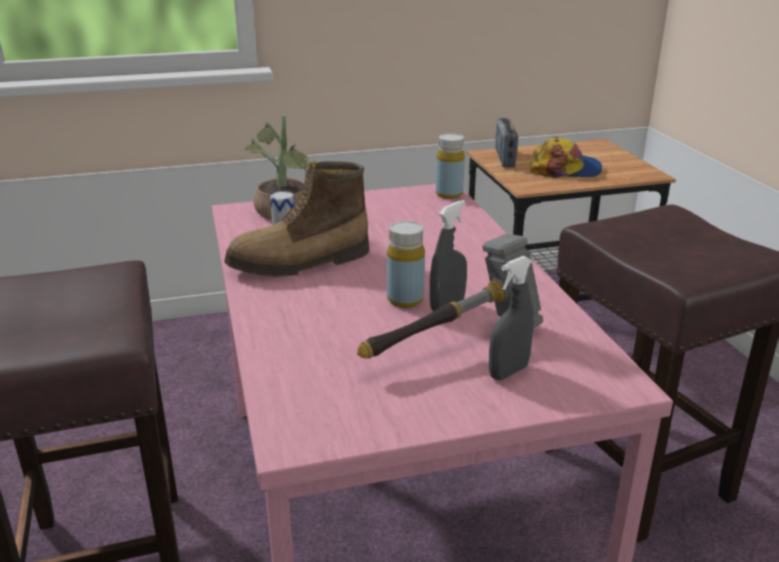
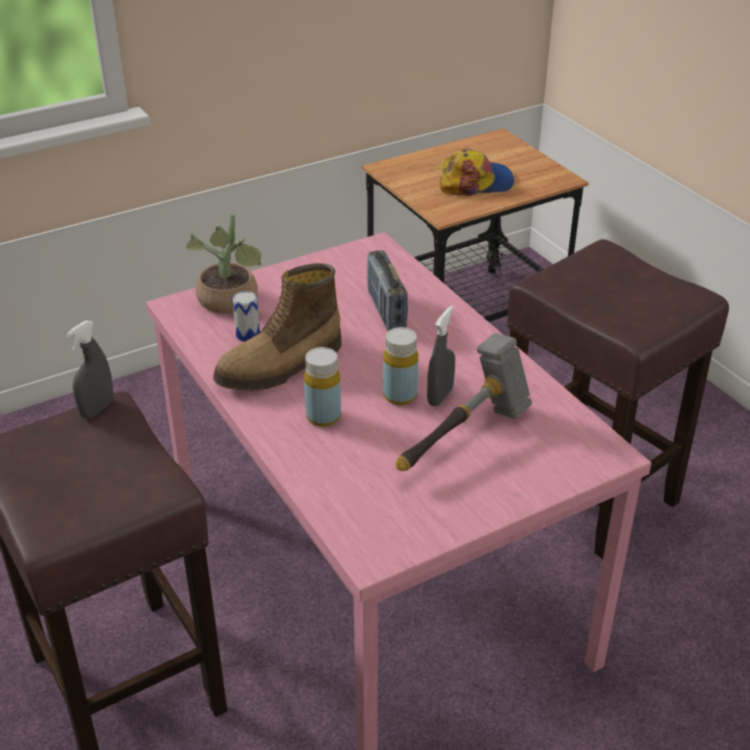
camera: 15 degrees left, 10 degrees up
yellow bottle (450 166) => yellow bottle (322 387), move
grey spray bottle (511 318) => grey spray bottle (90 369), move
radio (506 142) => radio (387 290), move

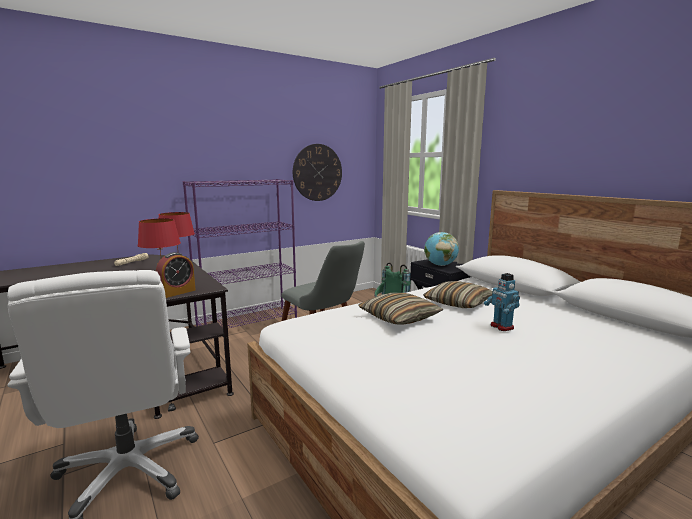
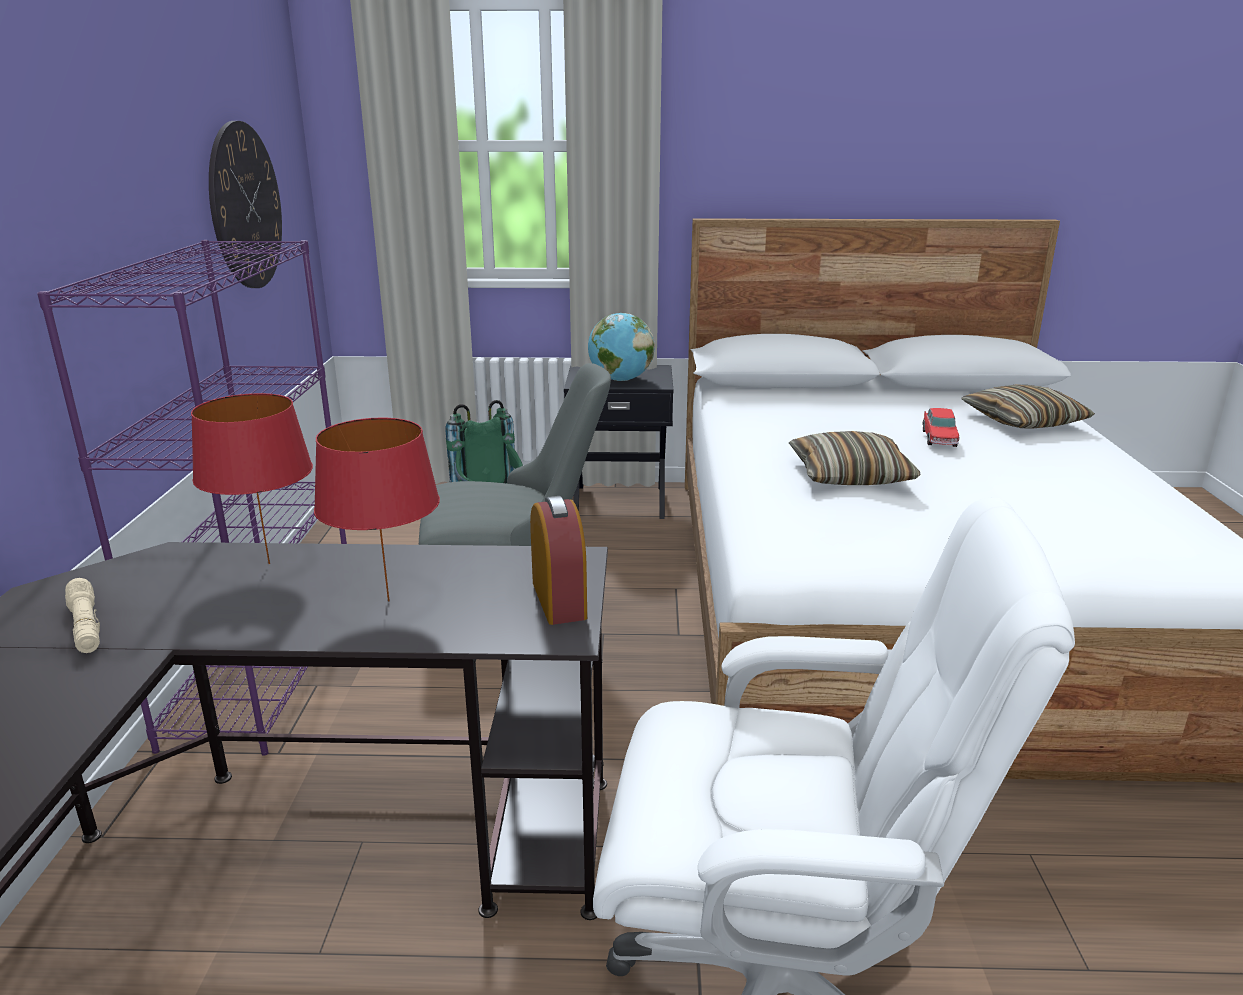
camera: 55 degrees left, 10 degrees up
pillow (458 294) => pillow (1028 406), move
toy robot (502 302) => toy car (940 427)

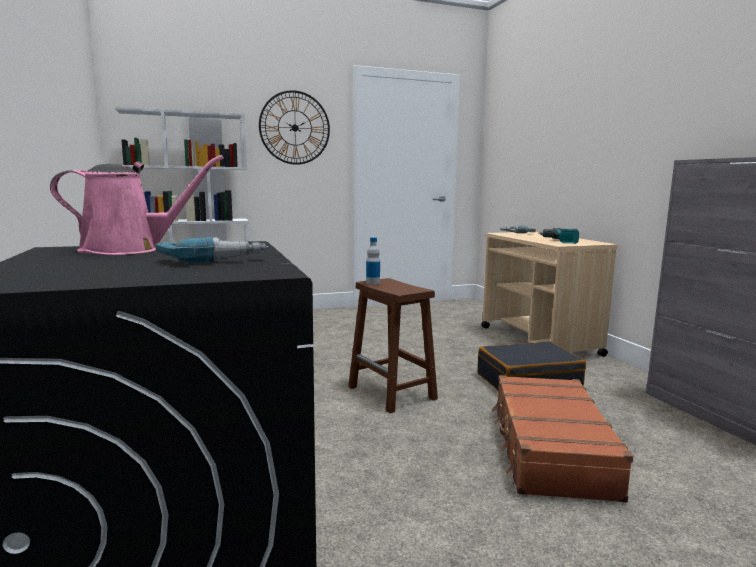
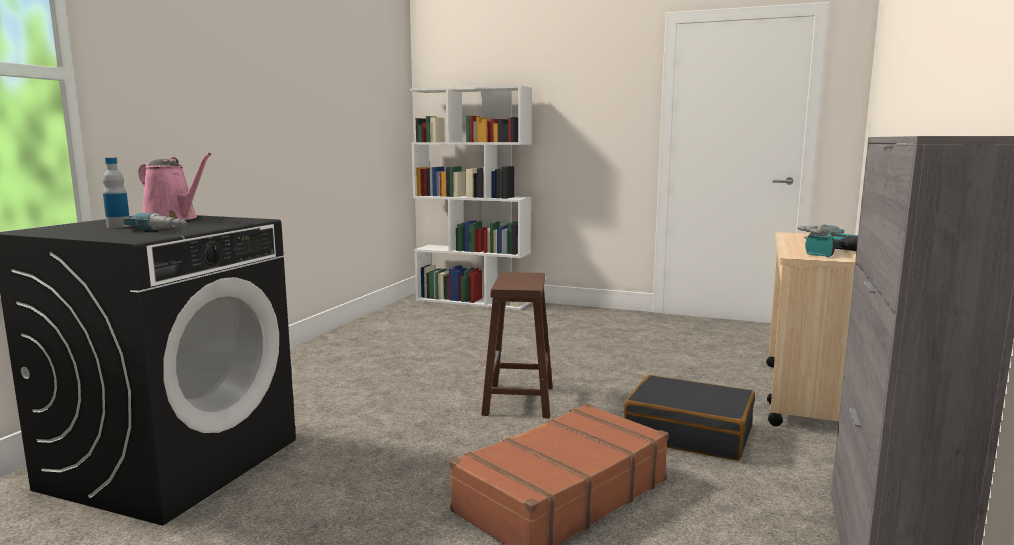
camera: 40 degrees right, 0 degrees up
wall clock (294 127) => nothing
bottle (373 261) => bottle (116 192), move

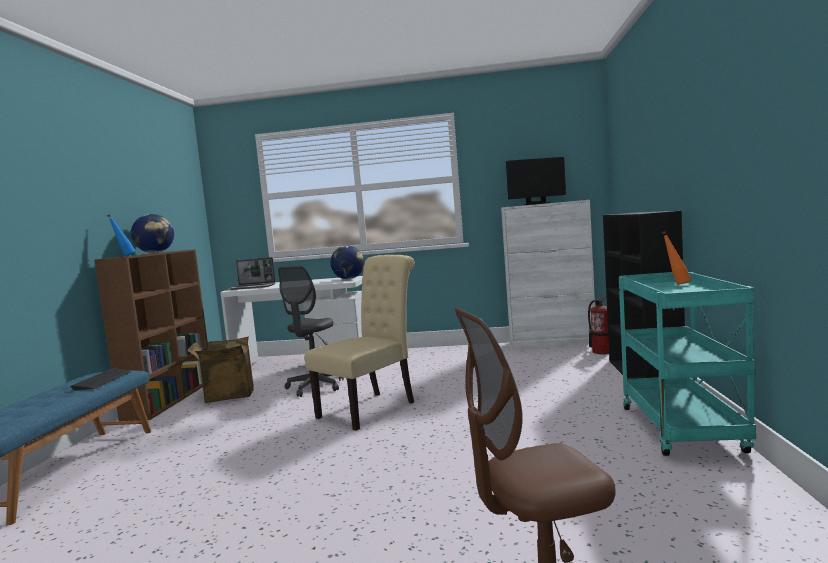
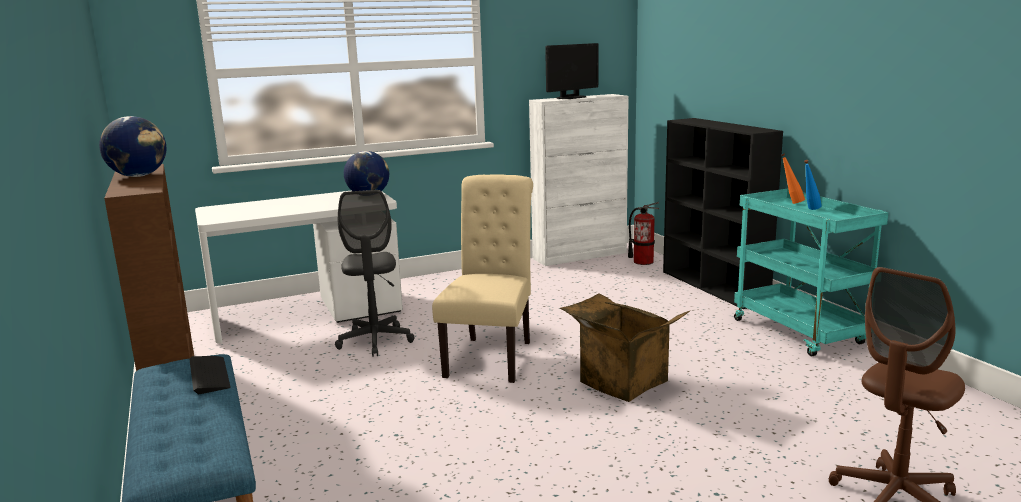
camera: 30 degrees left, 10 degrees up
laptop (252 273) => nothing
blue bottle (121 235) => blue bottle (813 185), move
cardboard box (220 369) => cardboard box (625 347), move

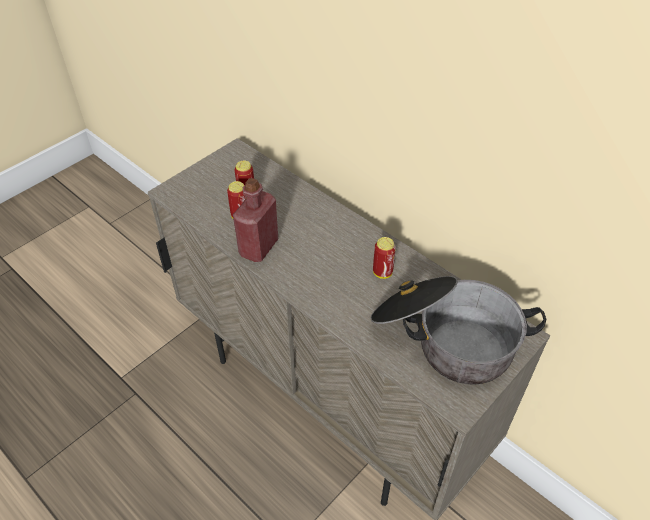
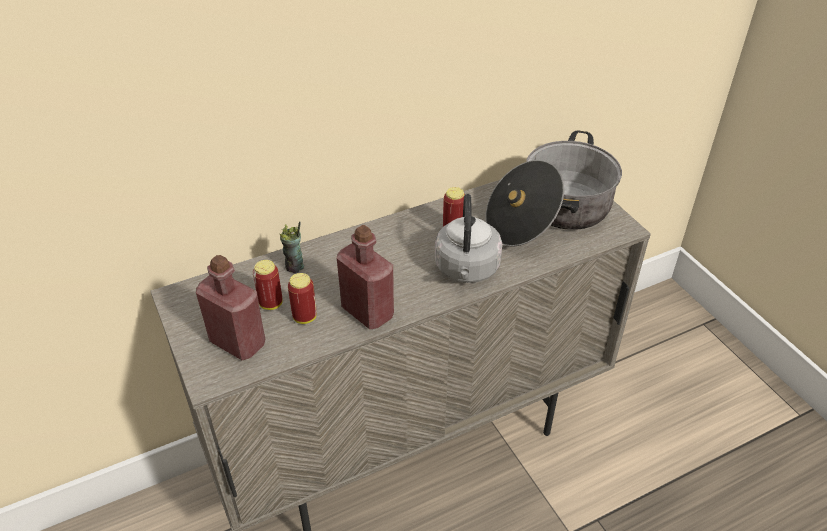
camera: 70 degrees left, 5 degrees down
nothing => red bottle (230 307)
nothing => cup (292 247)
nothing => grey kettle (469 238)

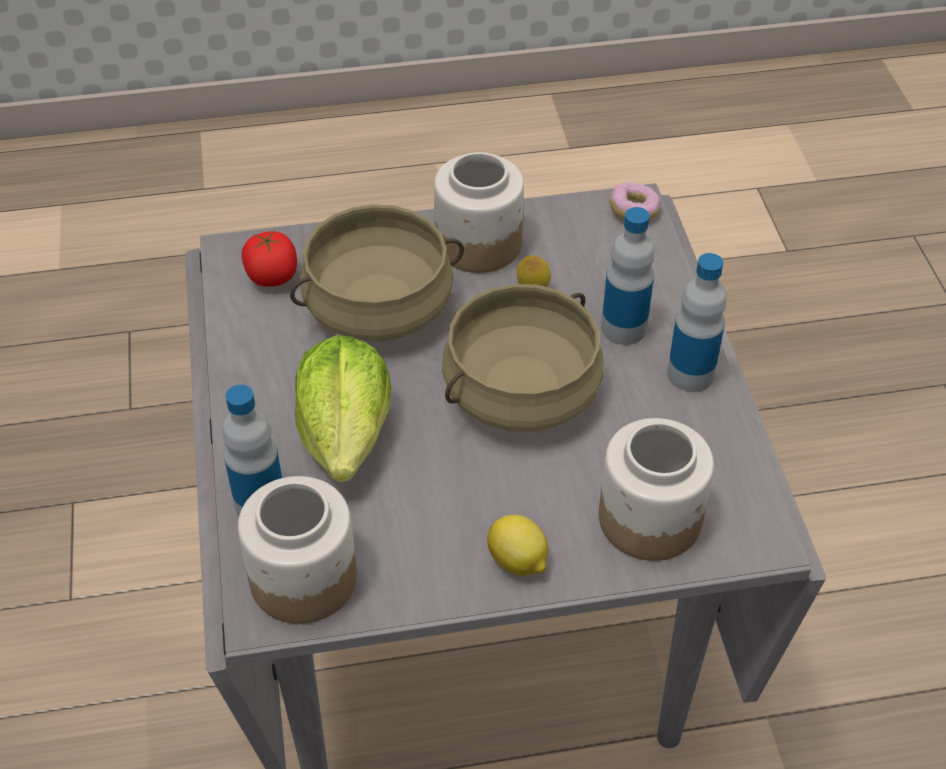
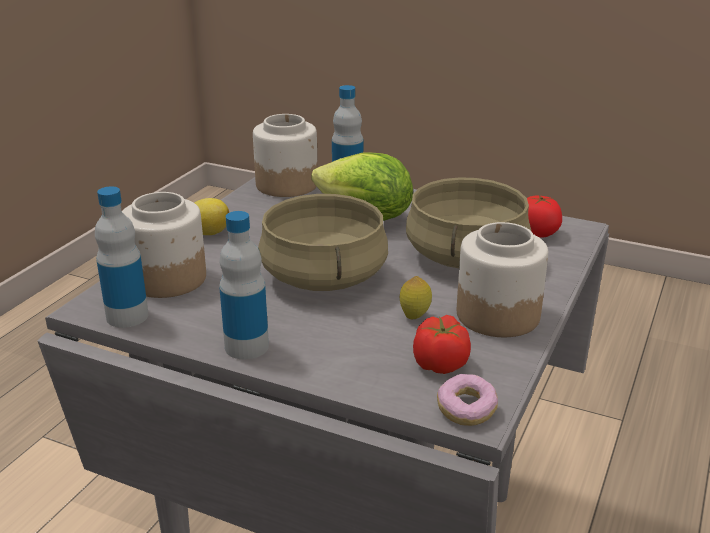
camera: 125 degrees right, 20 degrees down
nothing => tomato (442 344)
bottle (628 276) => bottle (122 257), move

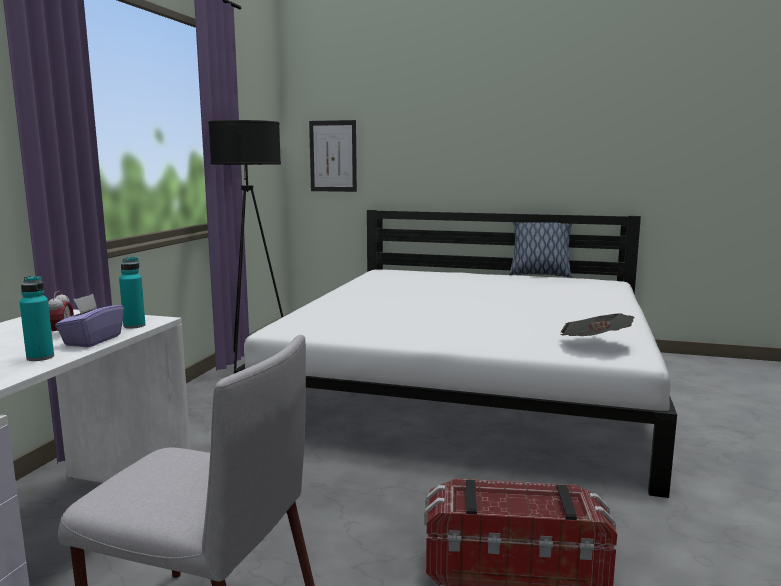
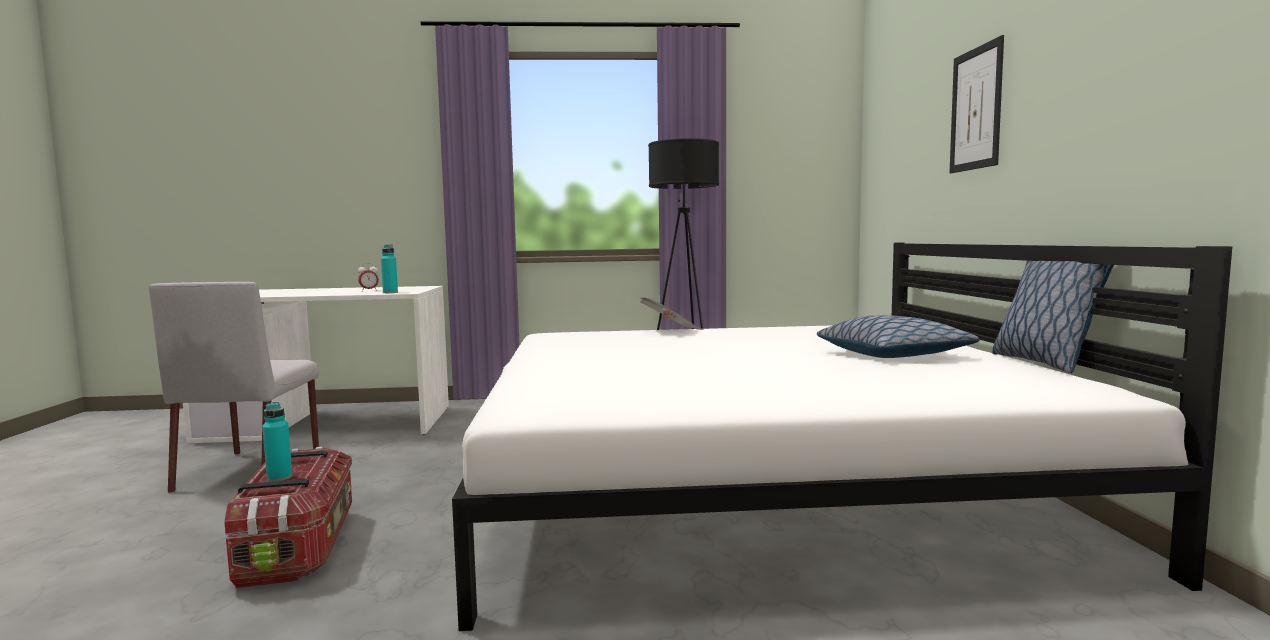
camera: 70 degrees right, 5 degrees down
purple tissue box (89 320) => nothing
nothing => pillow (898 336)
turquoise bottle (36 318) => turquoise bottle (277 442), move
picture (333 156) => picture (977 104), move
newspaper (597 324) => newspaper (671 313), move

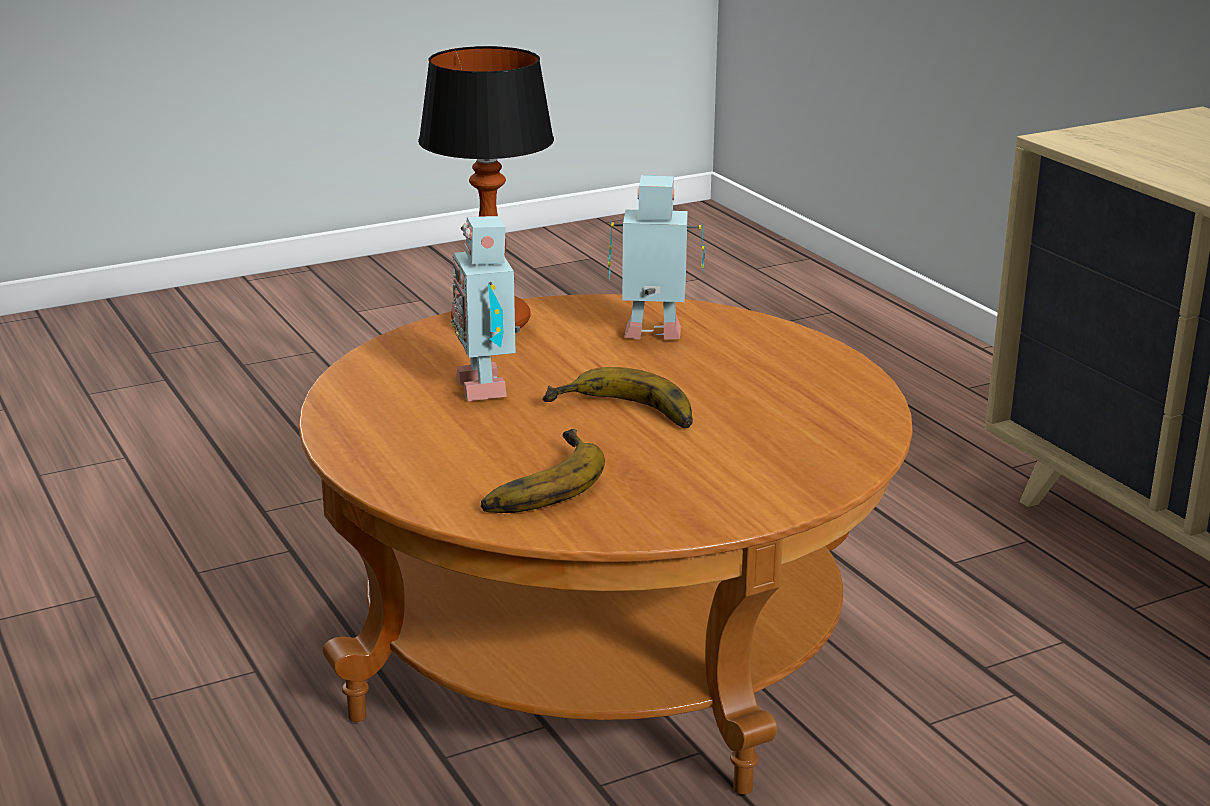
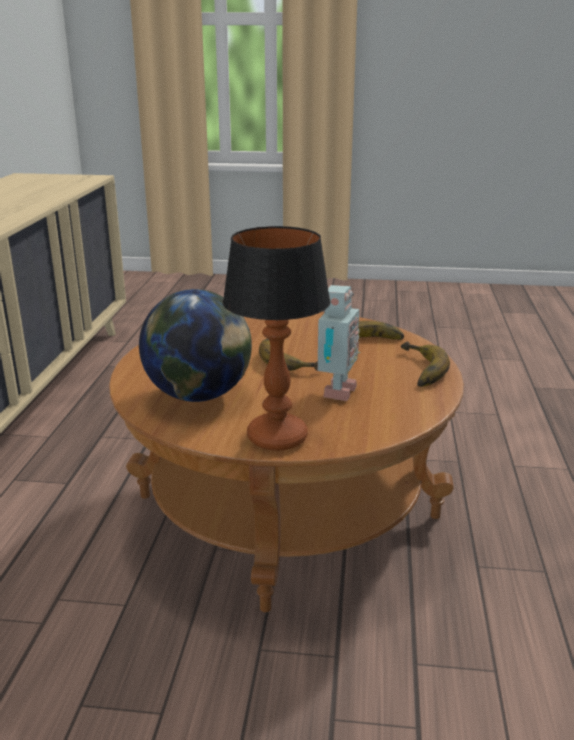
camera: 145 degrees left, 0 degrees up
nothing => banana (425 364)
toy robot (656 257) => globe (195 345)

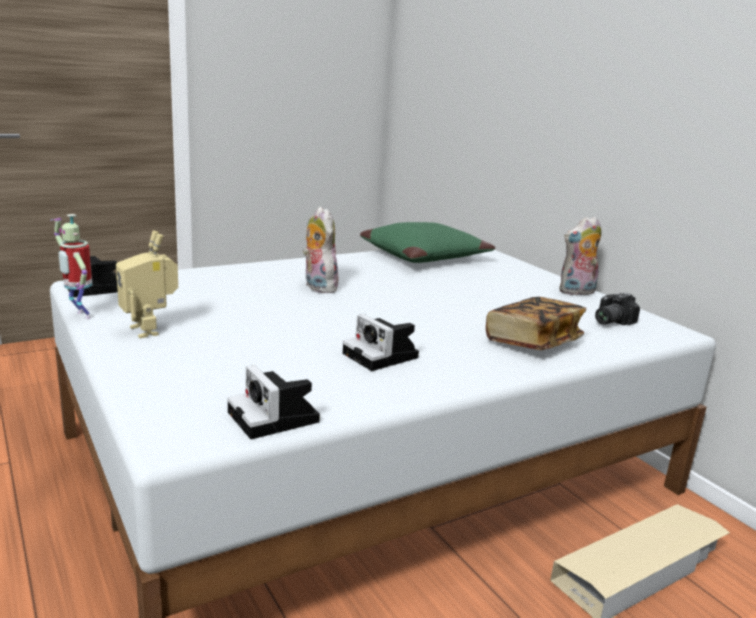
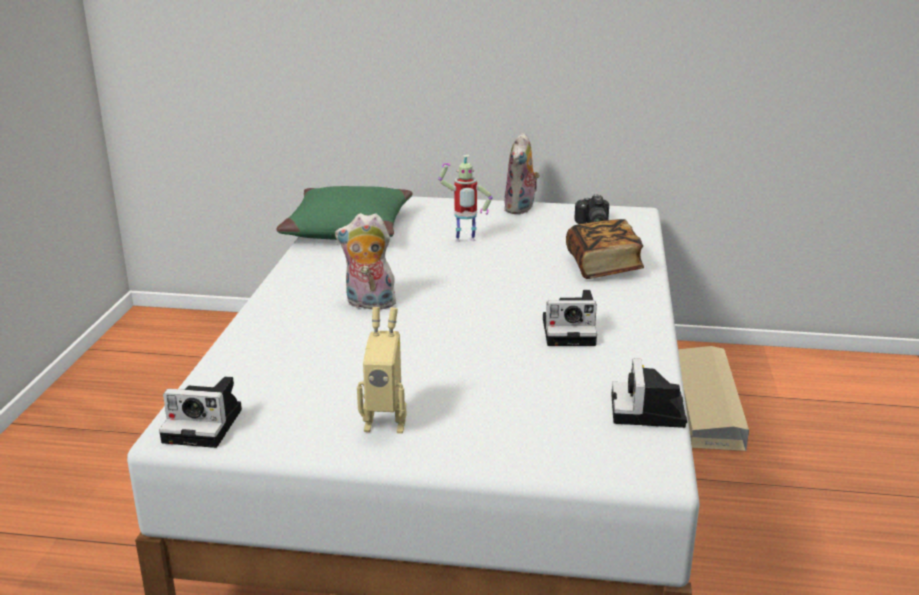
camera: 50 degrees left, 5 degrees up
toy robot (71 266) => toy robot (465 198), move
photo camera (273 402) => photo camera (649 393), 90 degrees clockwise

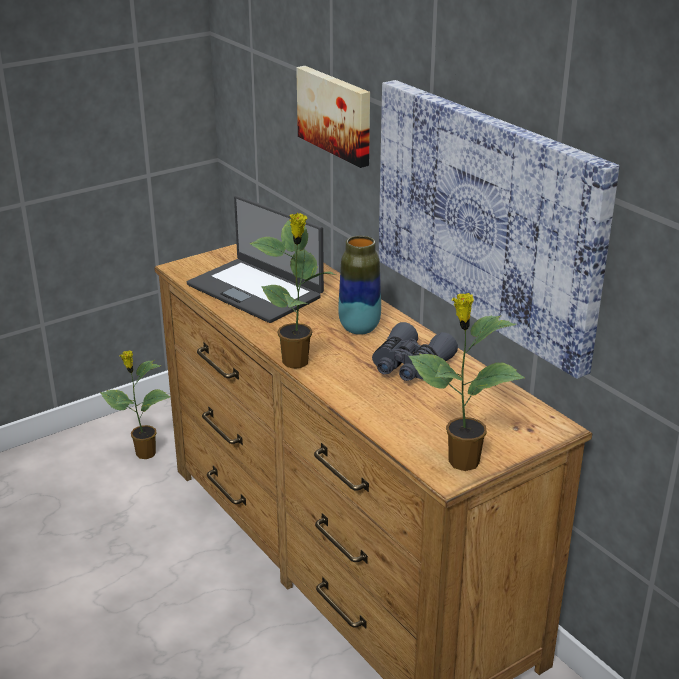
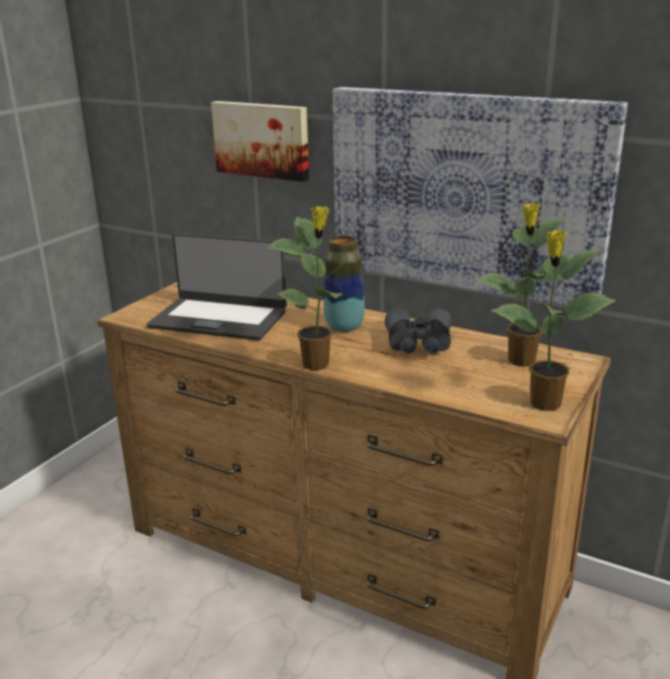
camera: 25 degrees left, 5 degrees down
potted plant (135 404) => potted plant (523 284), move

